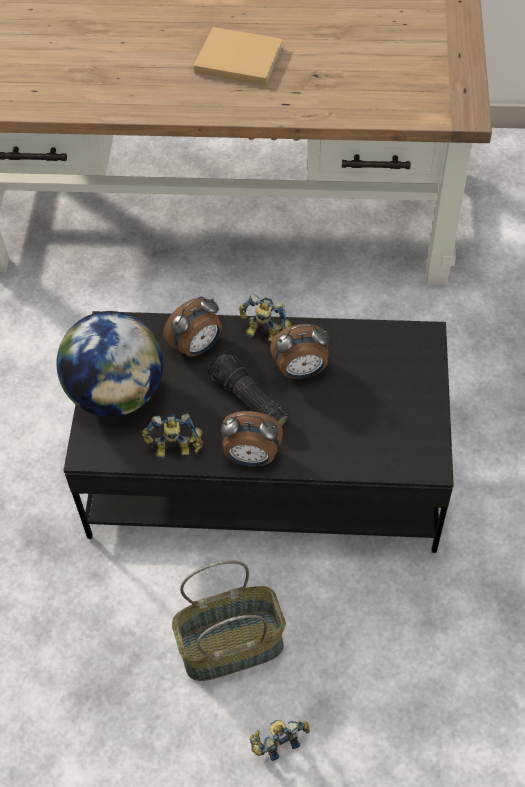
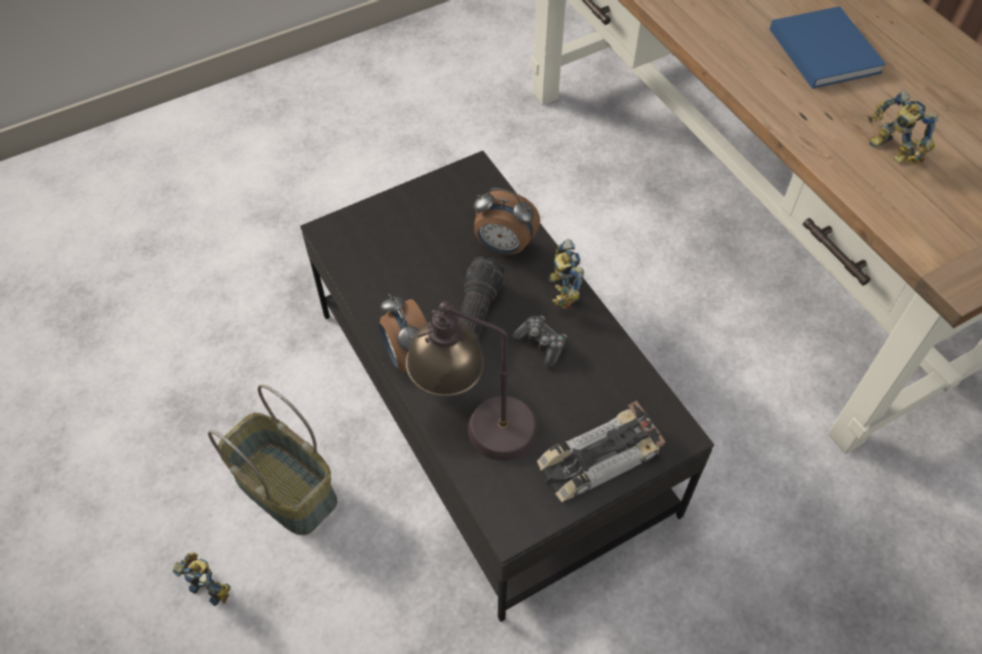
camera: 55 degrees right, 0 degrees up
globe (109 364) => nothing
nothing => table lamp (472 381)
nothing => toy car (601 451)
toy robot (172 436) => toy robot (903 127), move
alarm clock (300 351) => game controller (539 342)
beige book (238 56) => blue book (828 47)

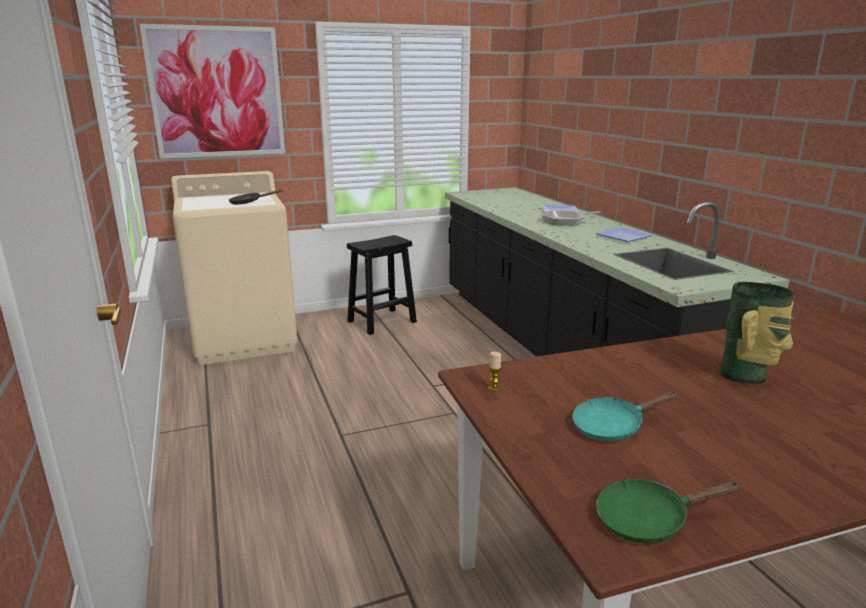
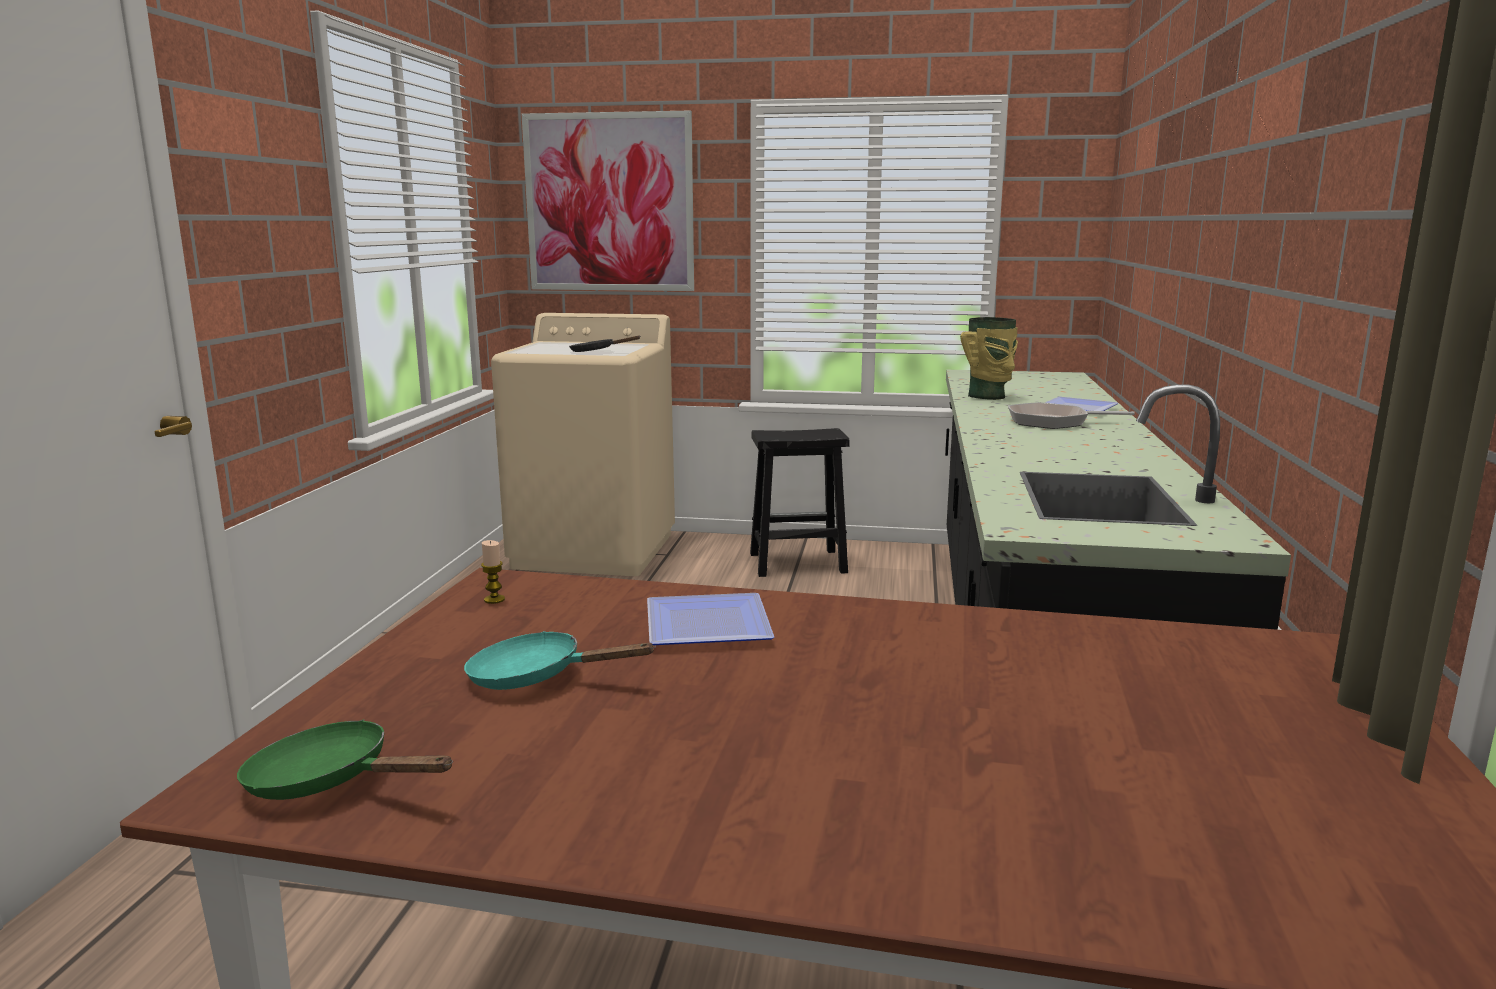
camera: 30 degrees right, 5 degrees down
plate (624 235) => plate (710 619), move
vase (757 332) => vase (989 358), move

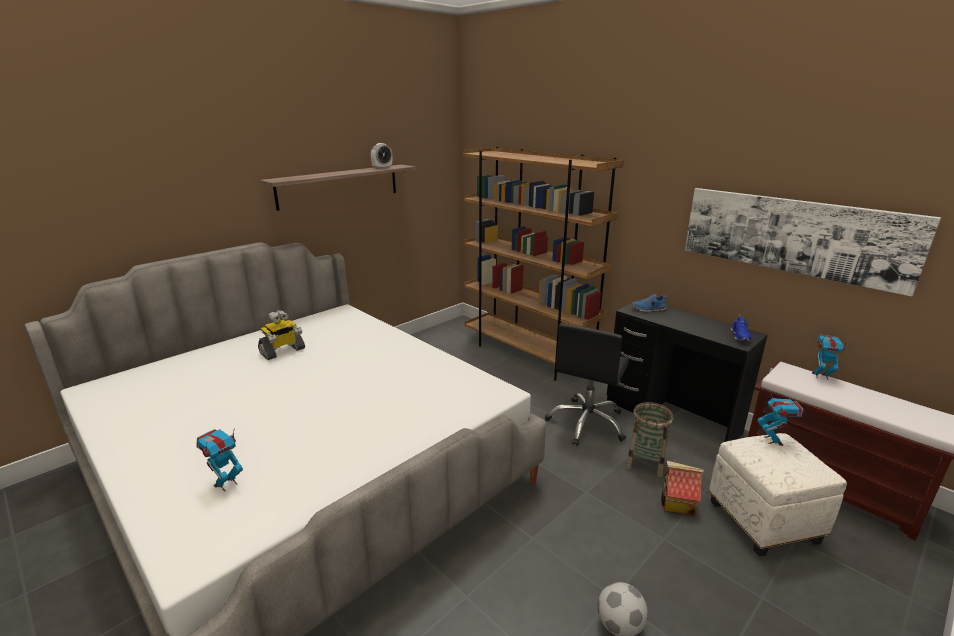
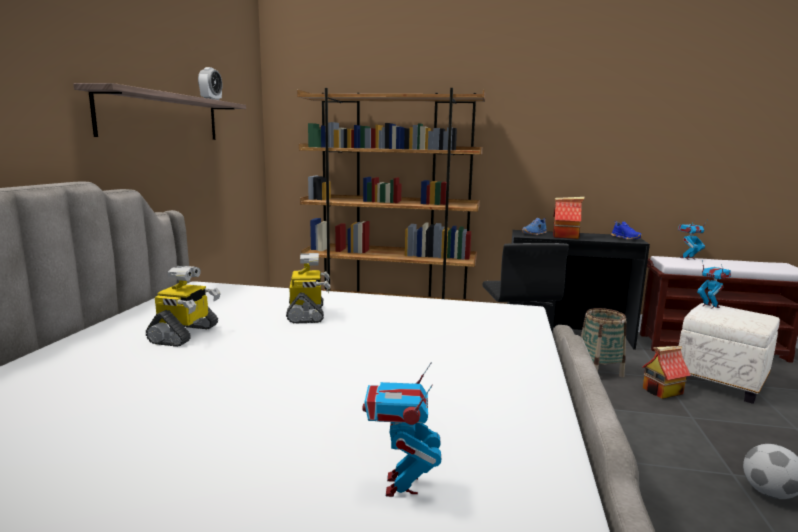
camera: 35 degrees left, 10 degrees down
picture (813 242) => nothing
nothing => toy robot (308 288)
nothing => toy house (568 218)

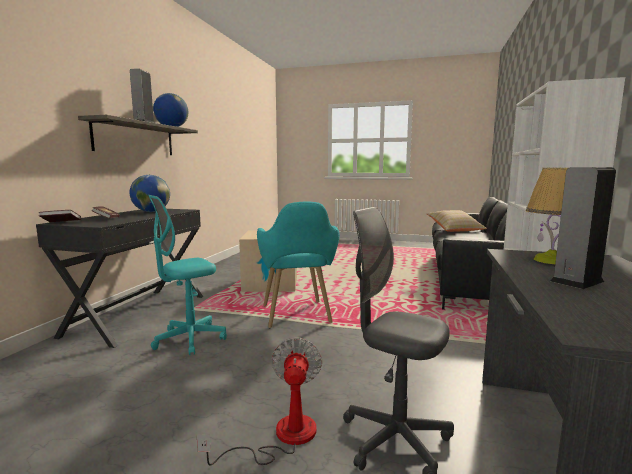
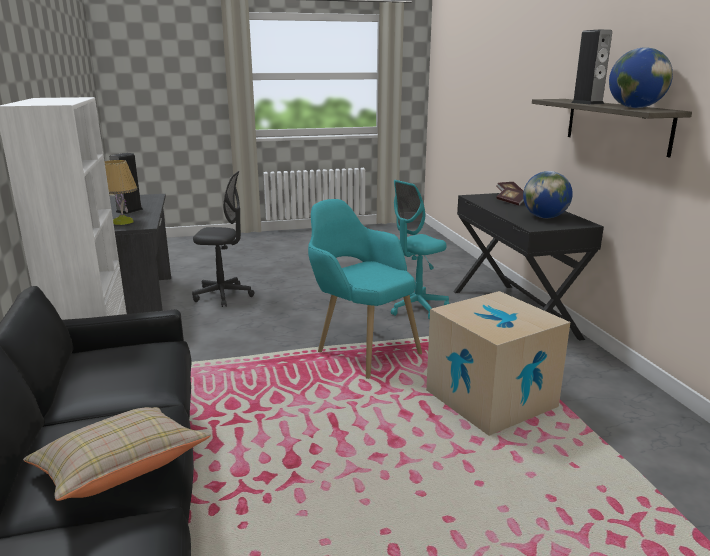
camera: 150 degrees right, 10 degrees up
fan (259 402) => nothing
turquoise office chair (188 275) => turquoise office chair (420 250), 150 degrees counterclockwise

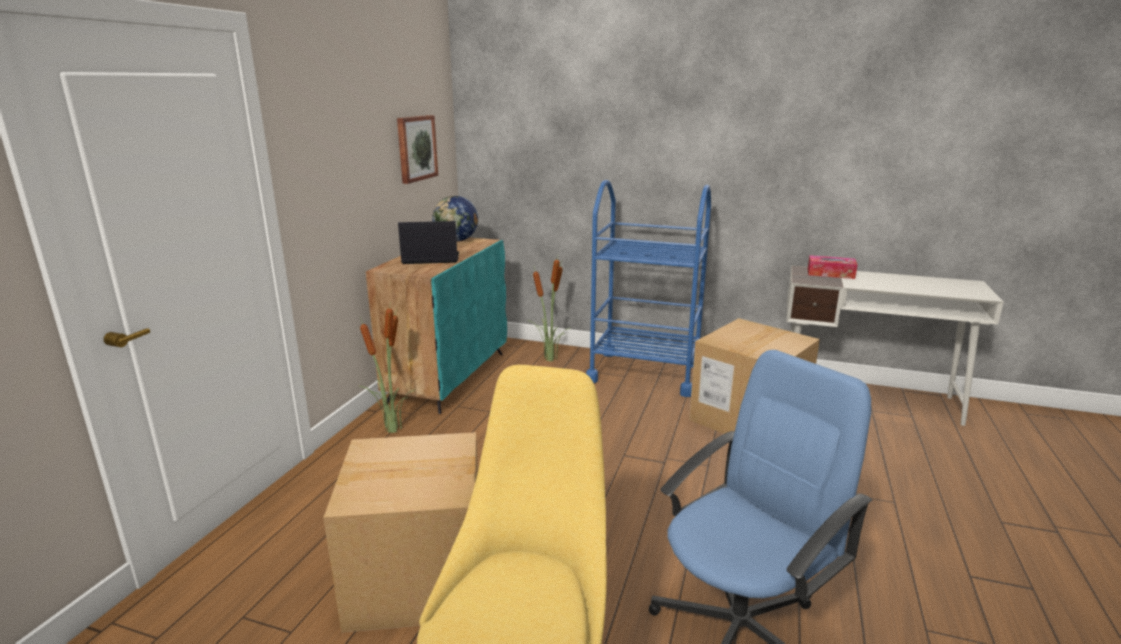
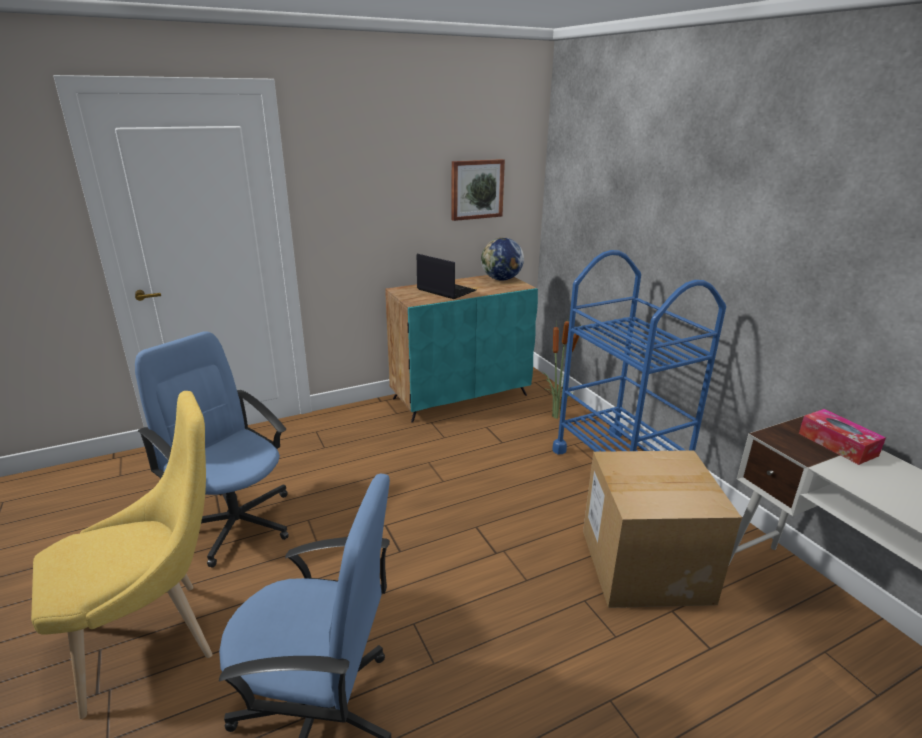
camera: 45 degrees right, 5 degrees up
potted plant (387 370) => nothing
cardboard box (400 532) => blue office chair (212 449)

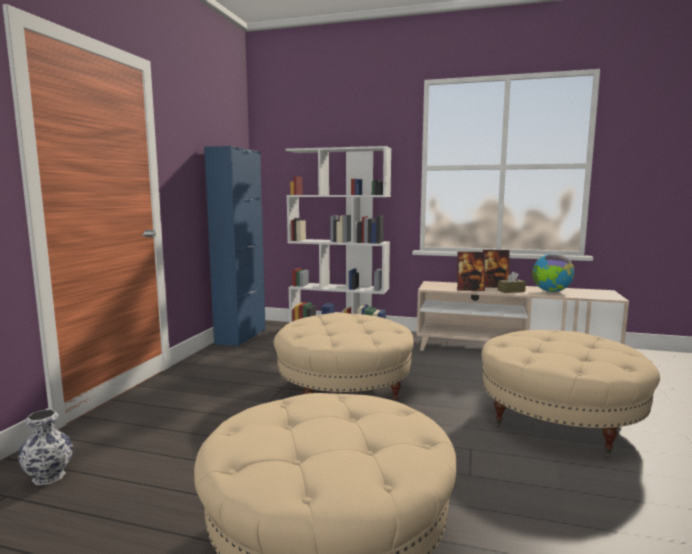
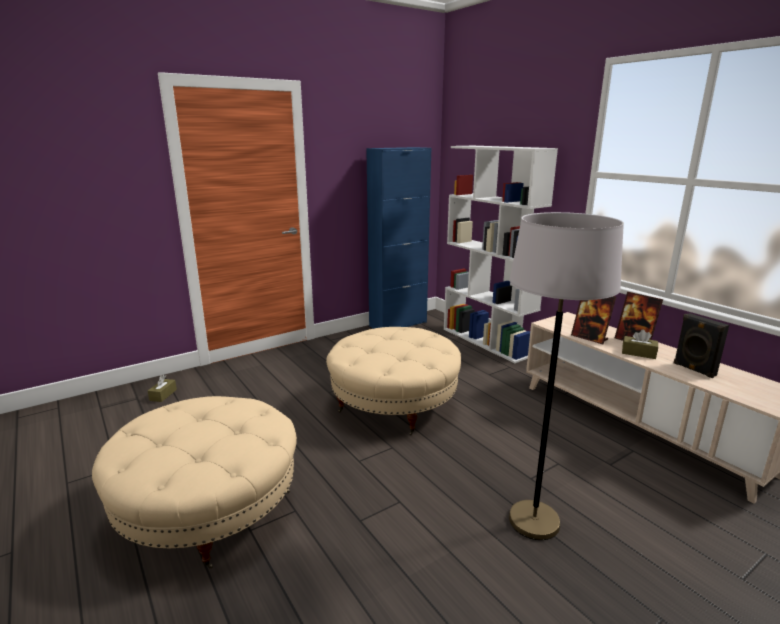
camera: 40 degrees right, 10 degrees up
vase (45 447) => brown tissue box (162 388)
beige ottoman (570 393) => grey floor lamp (566 376)
globe (553 272) => black speaker (701 345)

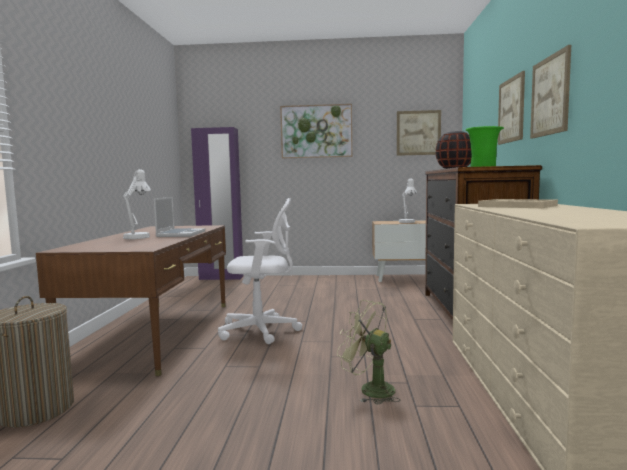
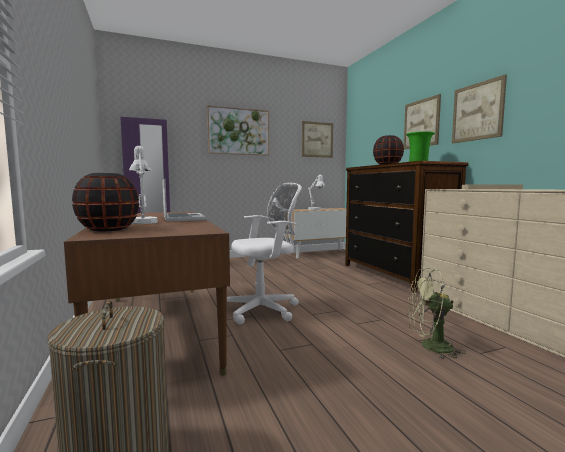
camera: 25 degrees left, 0 degrees up
nothing => black vase (105 202)

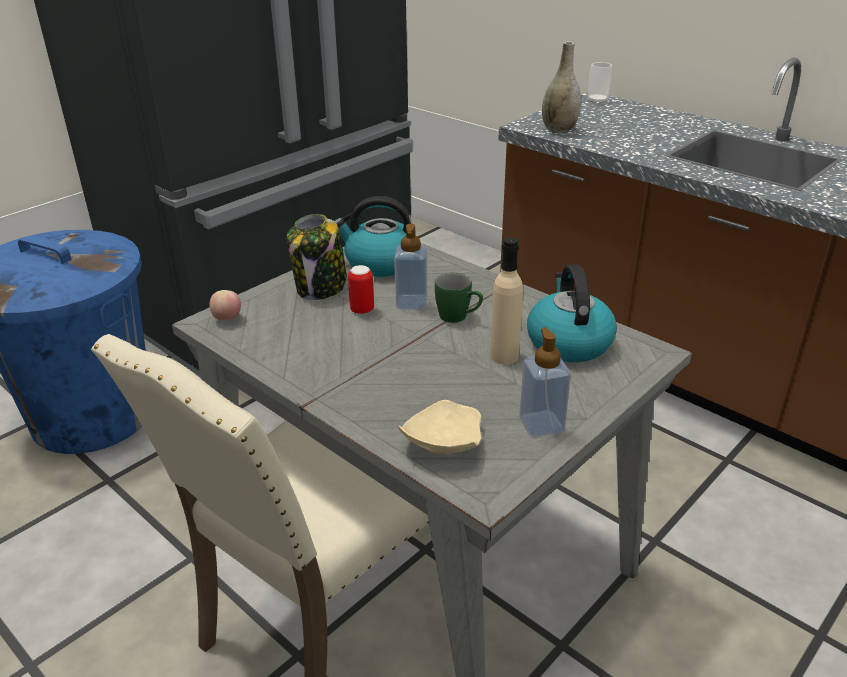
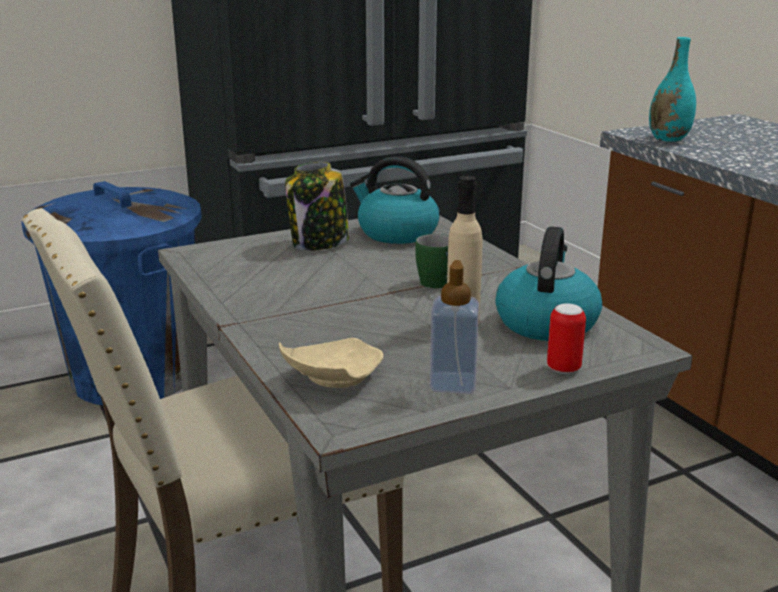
camera: 20 degrees right, 10 degrees down
apple (225 305) => nothing
soap dispenser (411 267) => nothing
cup (600 83) => nothing
can (361 290) => can (566 338), move
grey vase (561 87) => turquoise vase (672 89)

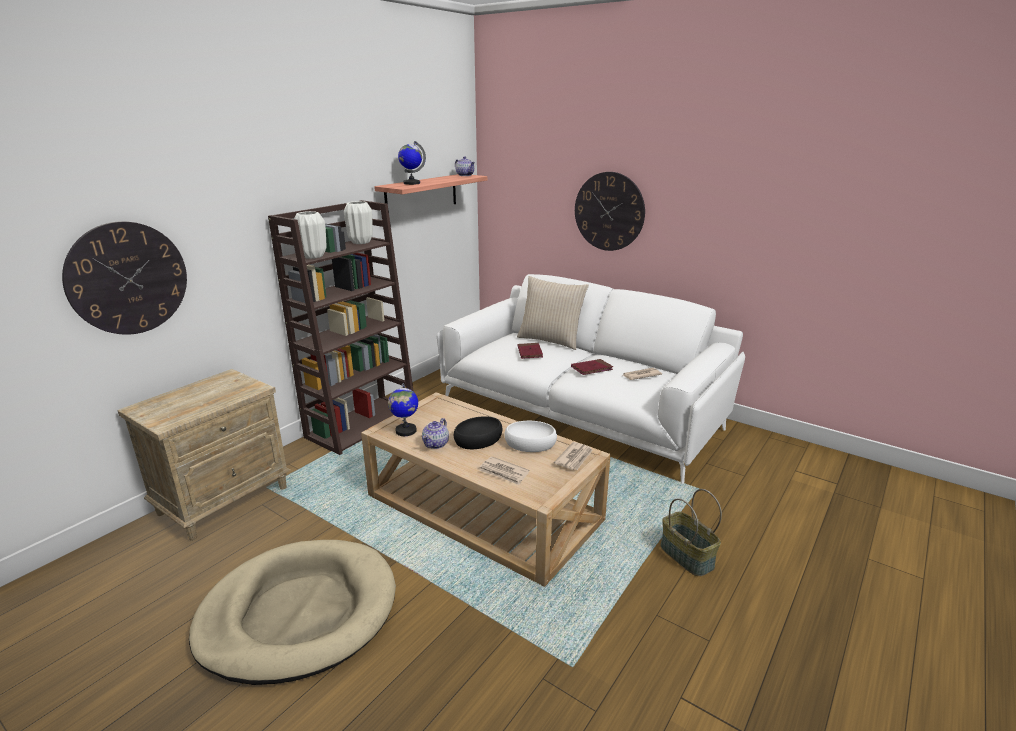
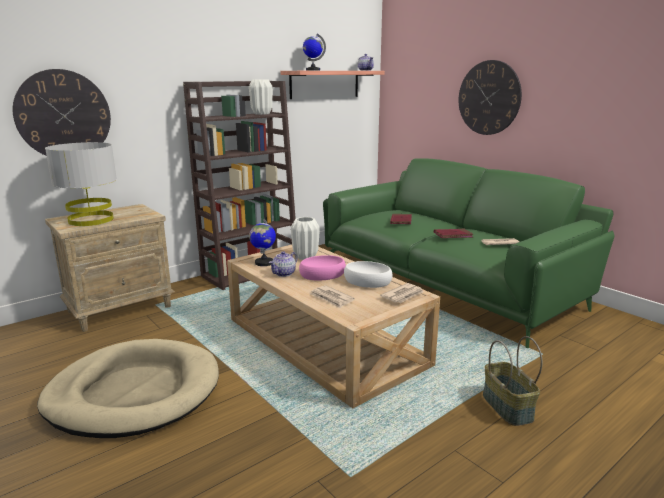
camera: 15 degrees right, 5 degrees down
beige pillow (553 313) => nothing
nothing => grey table lamp (81 184)
white vase (310 235) => white vase (305 238), move
white sofa (591 379) => green sofa (468 253)
black bowl (478 432) => pink bowl (322 267)

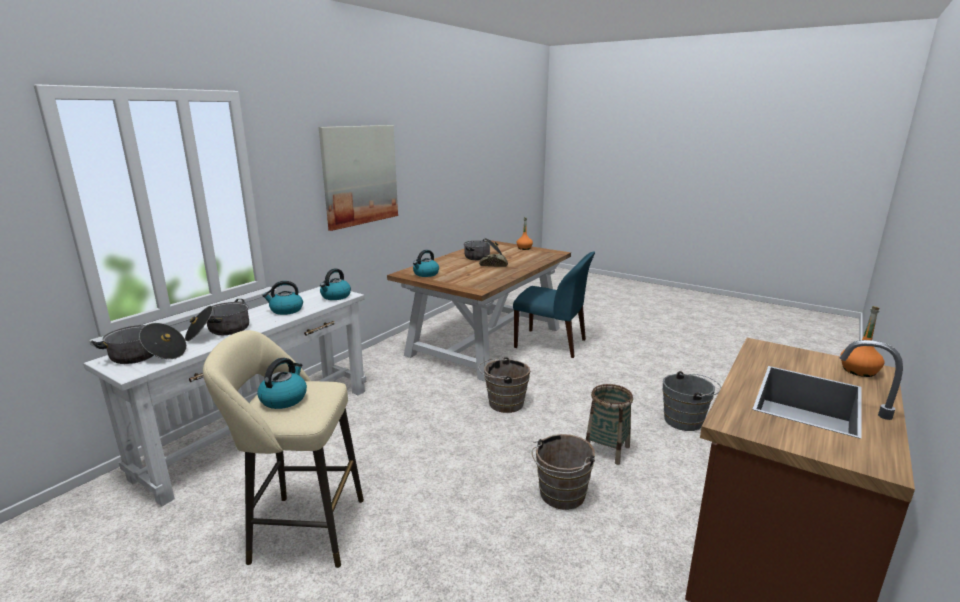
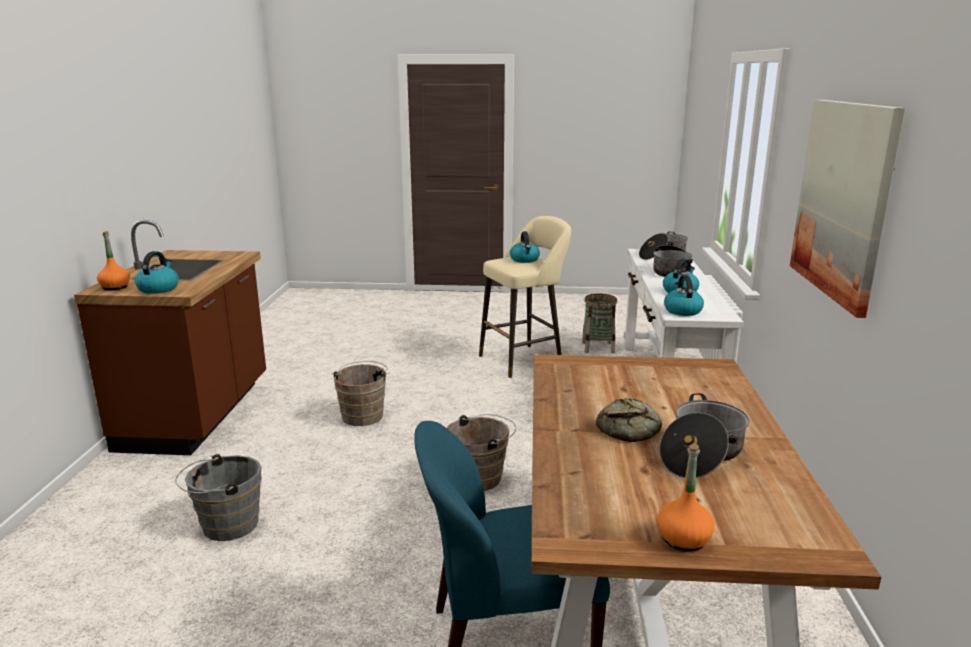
camera: 150 degrees right, 0 degrees up
kettle (426 263) => kettle (157 272), move
basket (609 424) => basket (599 323), move

